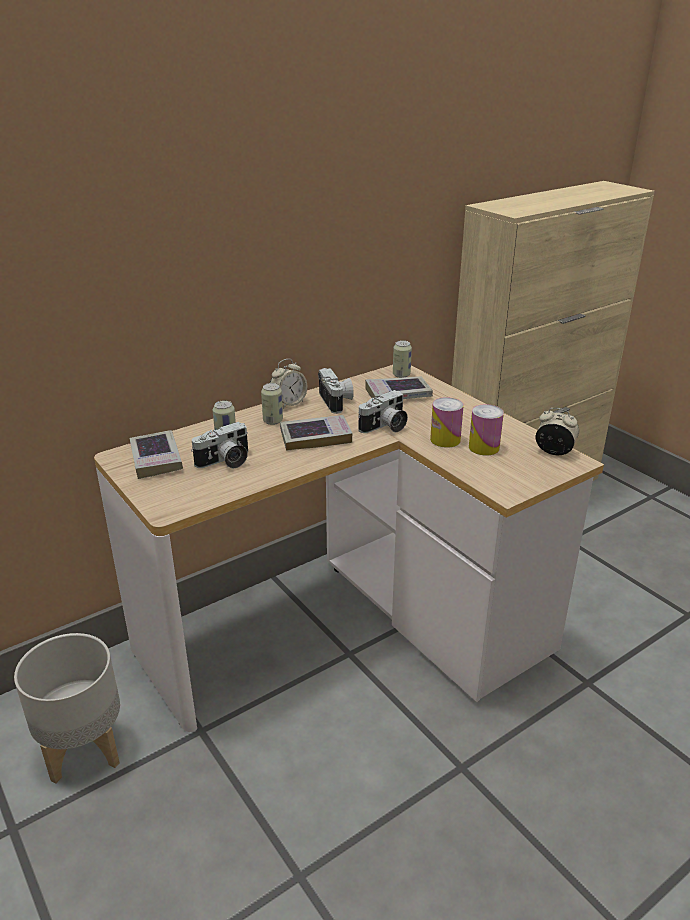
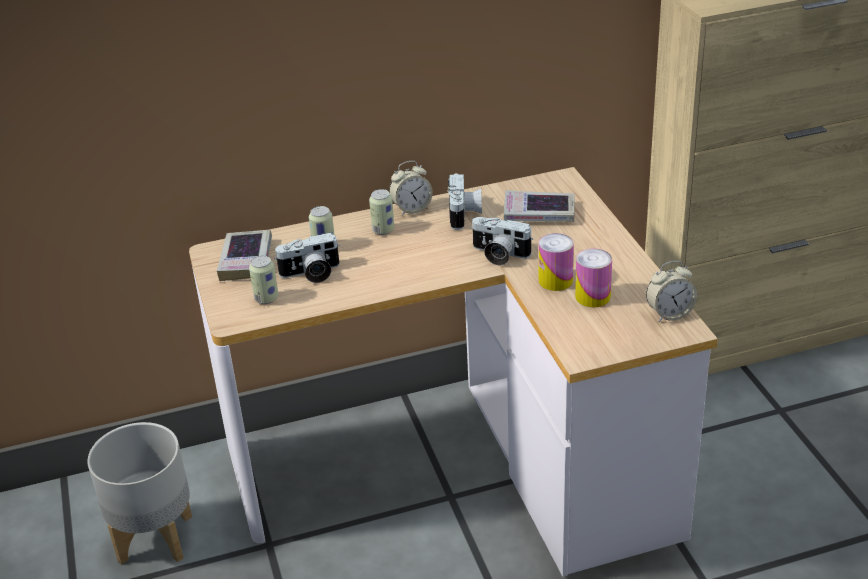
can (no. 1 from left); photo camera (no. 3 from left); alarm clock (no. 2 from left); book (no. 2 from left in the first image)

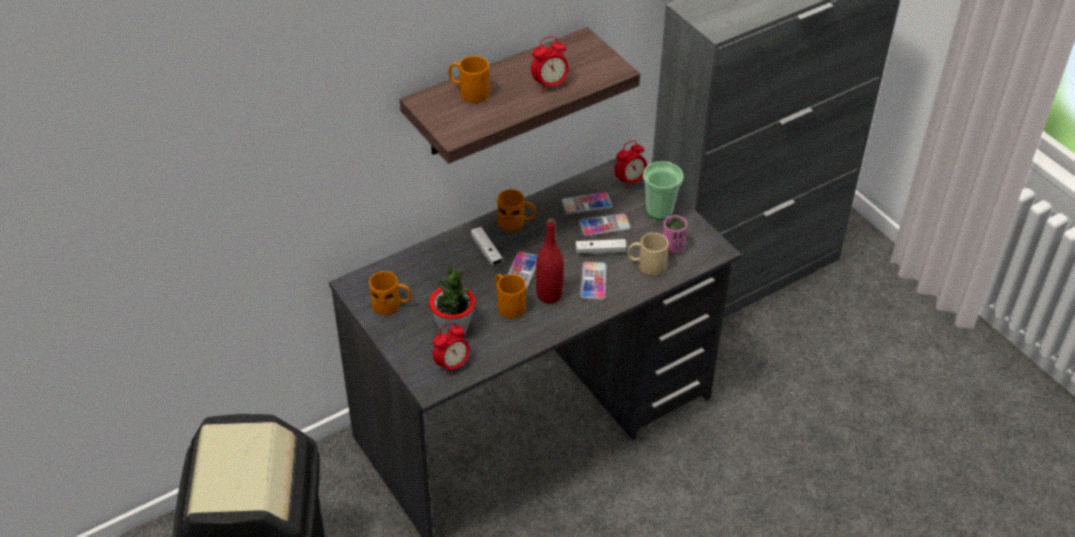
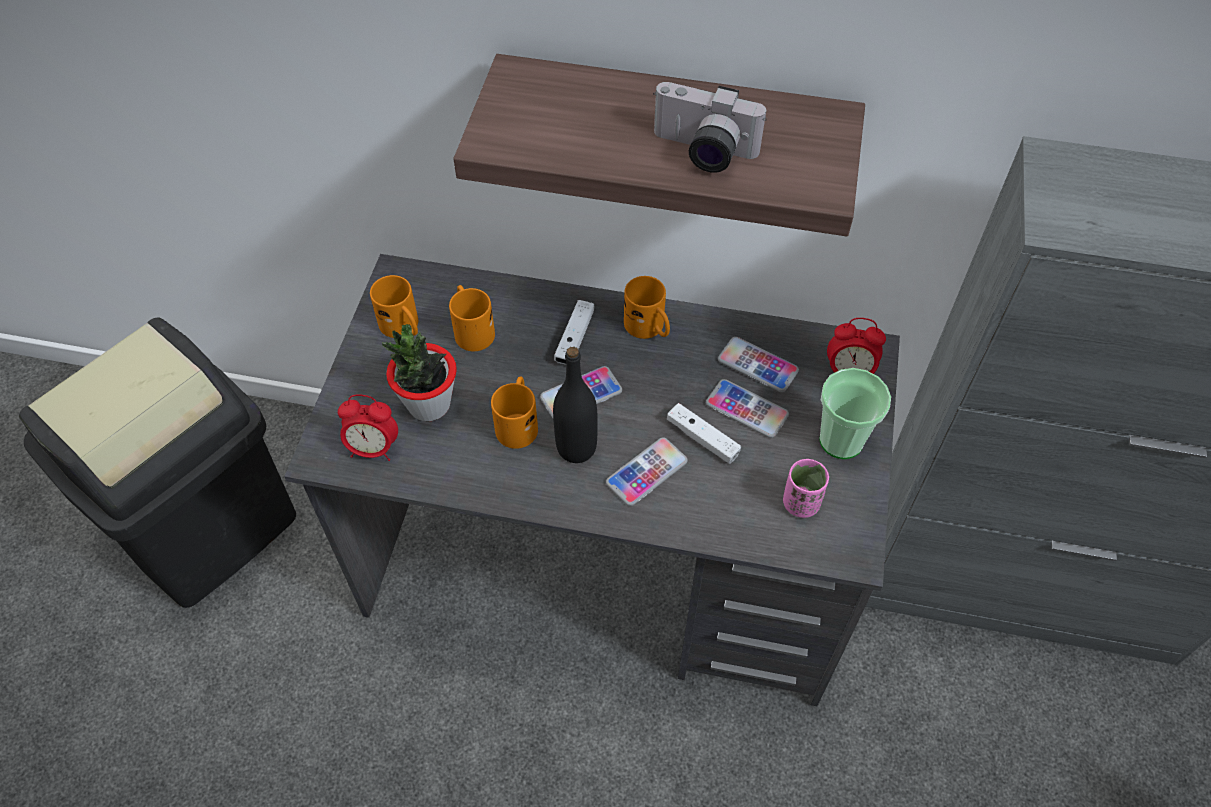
photo camera; mug (orange) (no. 2 from left); bottle (black); mug (beige)

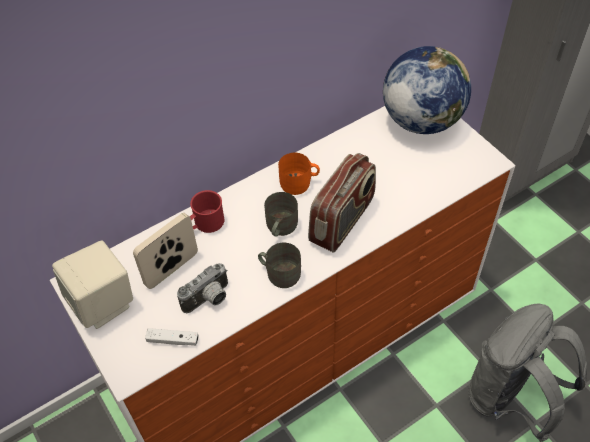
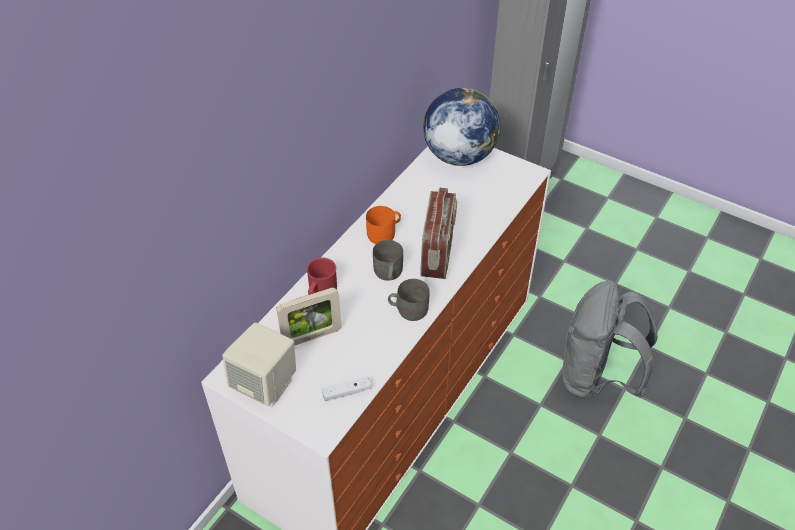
picture frame; photo camera

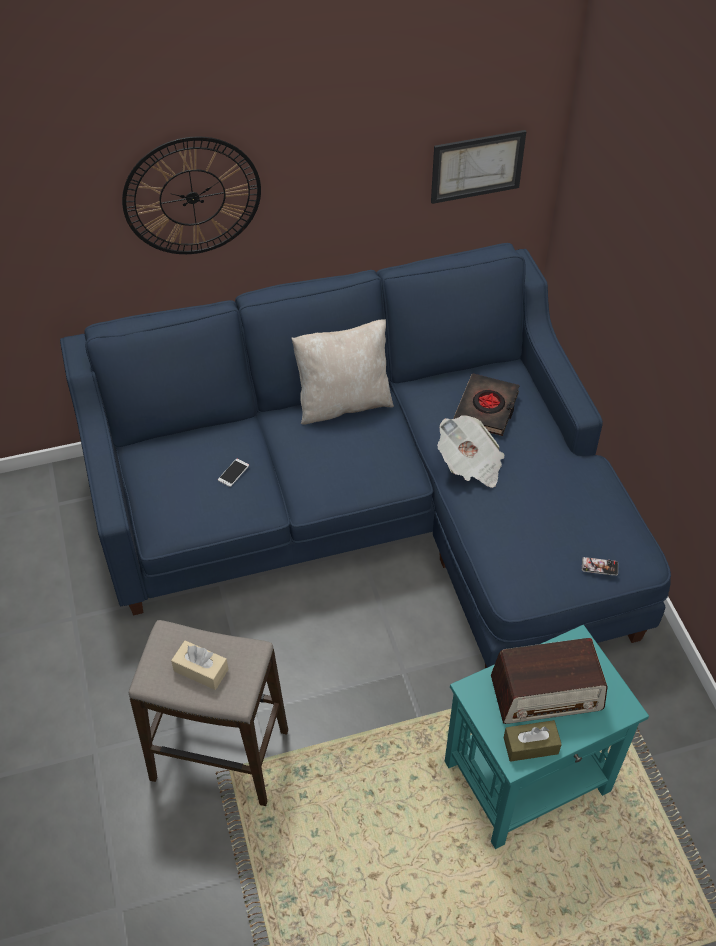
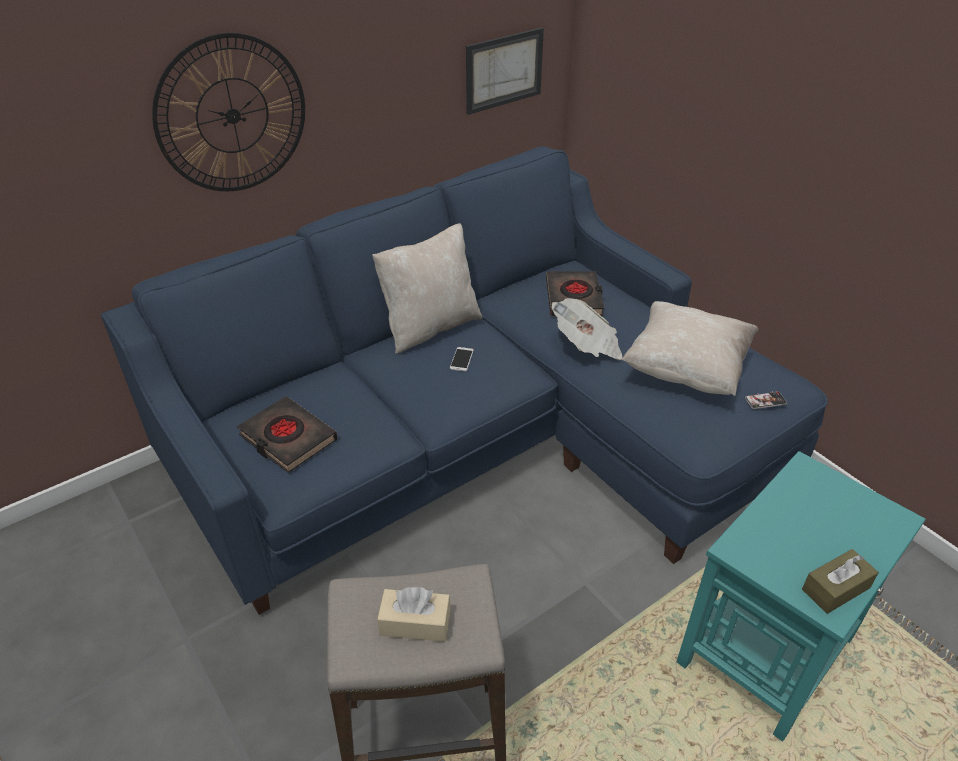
phone (no. 1 from left); radio; pillow (beige) (no. 2 from left); book (black) (no. 1 from left)

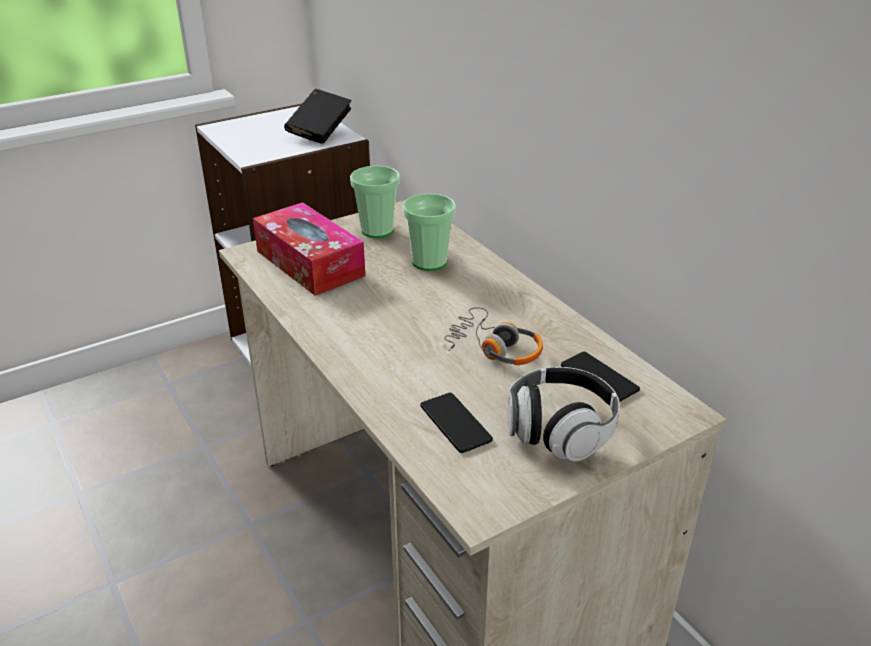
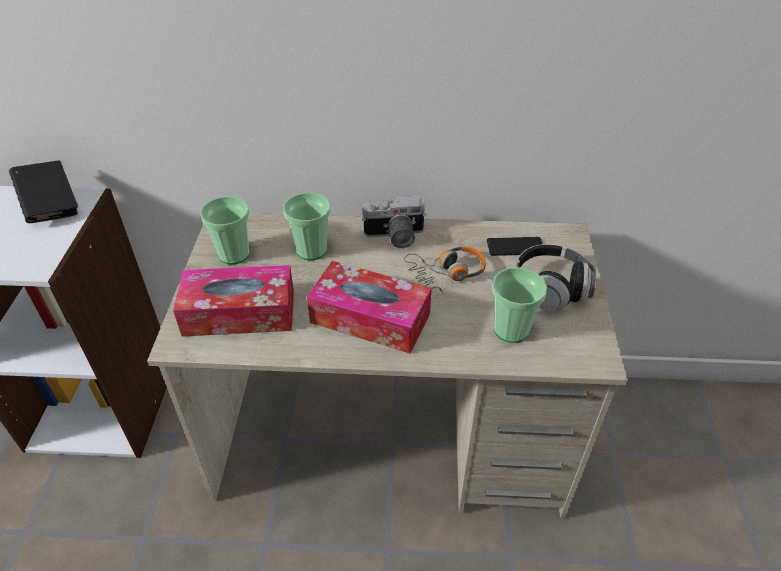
cup (no. 3 from left); photo camera; tissue box (no. 2 from left)

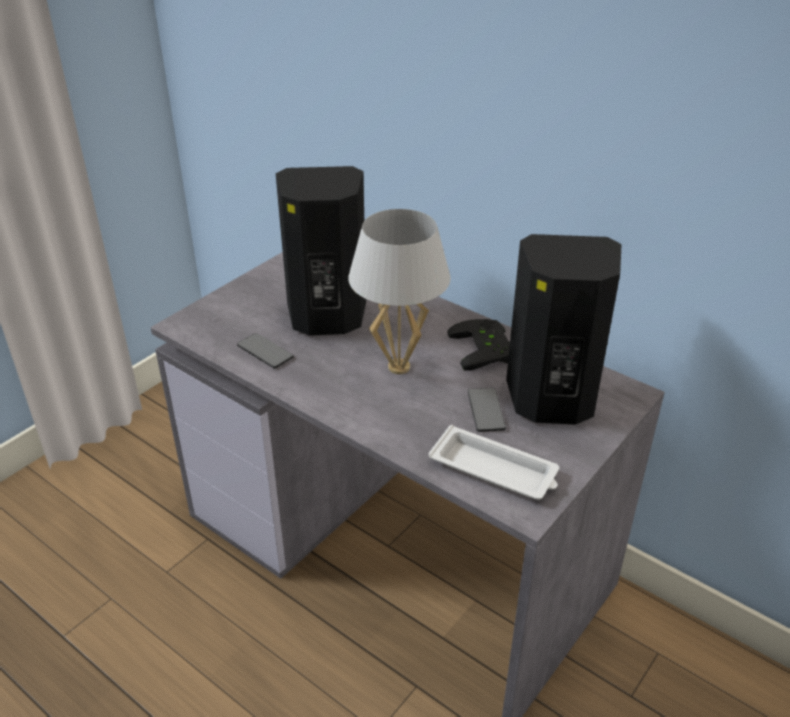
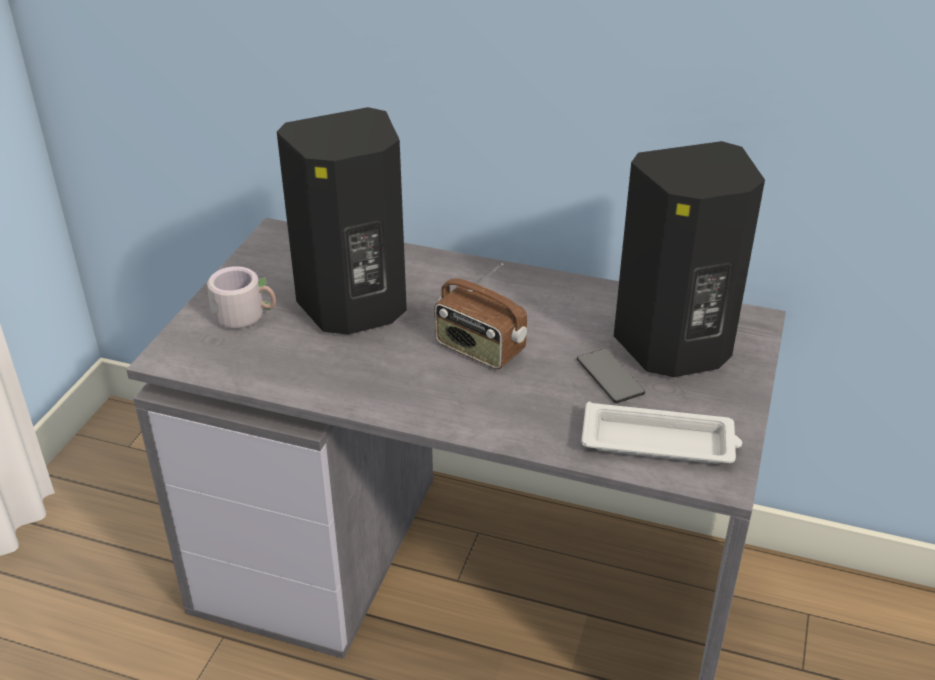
radio; game controller (black); phone (no. 1 from left in the first image); mug (grey)

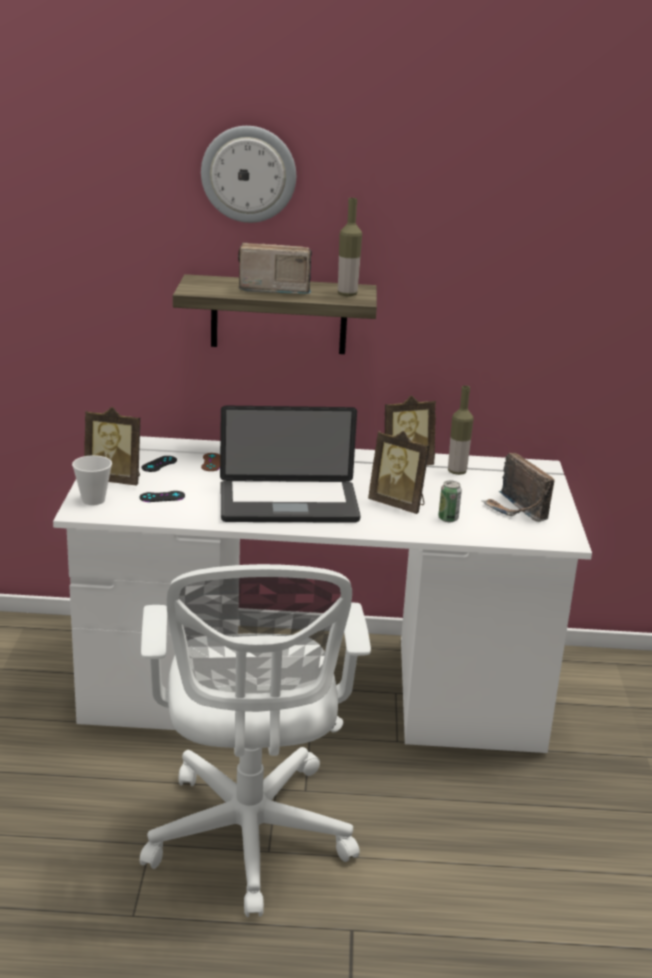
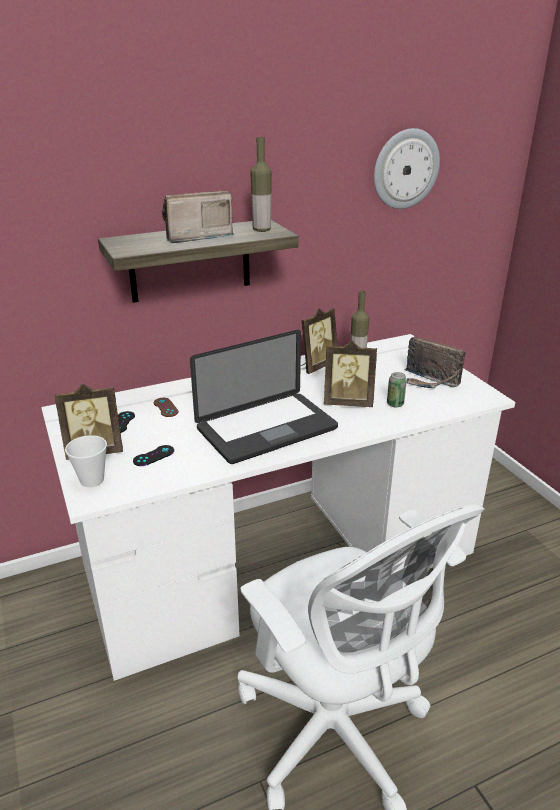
wall clock

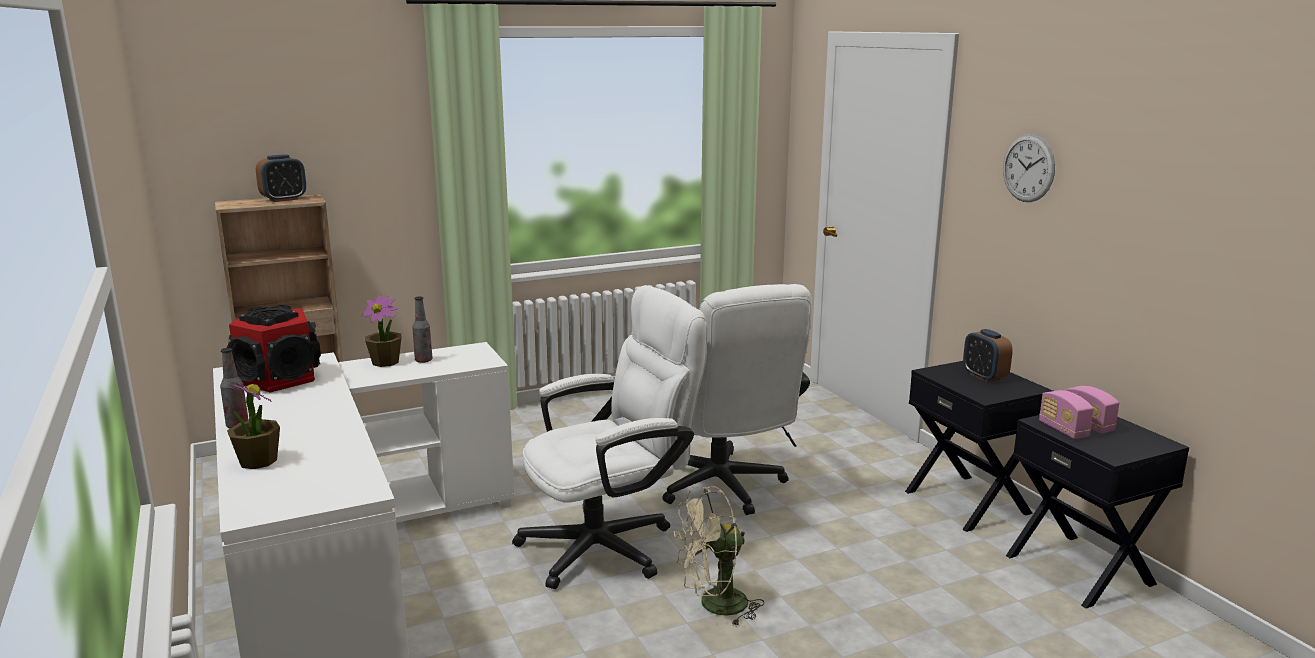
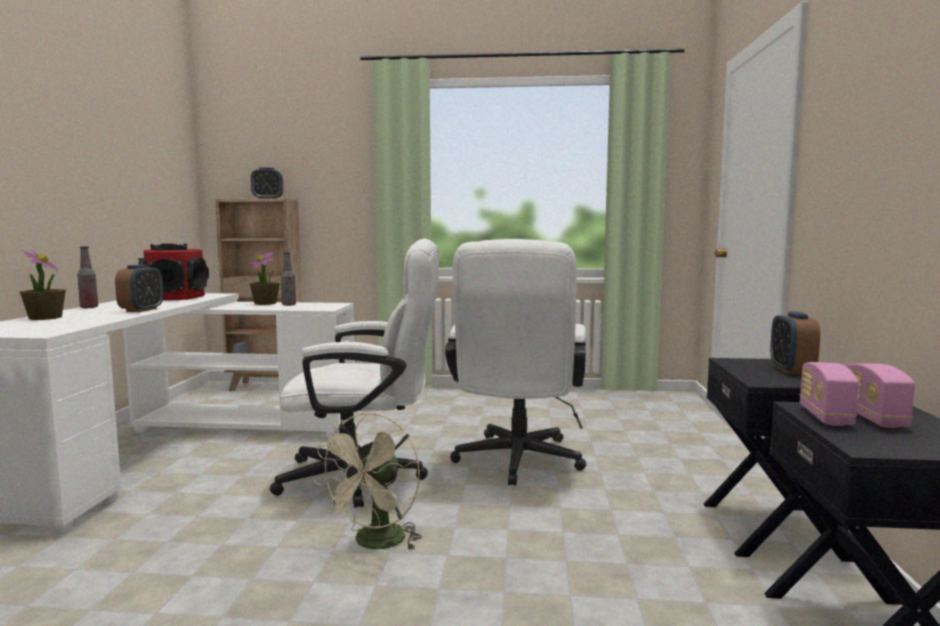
wall clock; fan (beige); alarm clock (no. 1 from left)

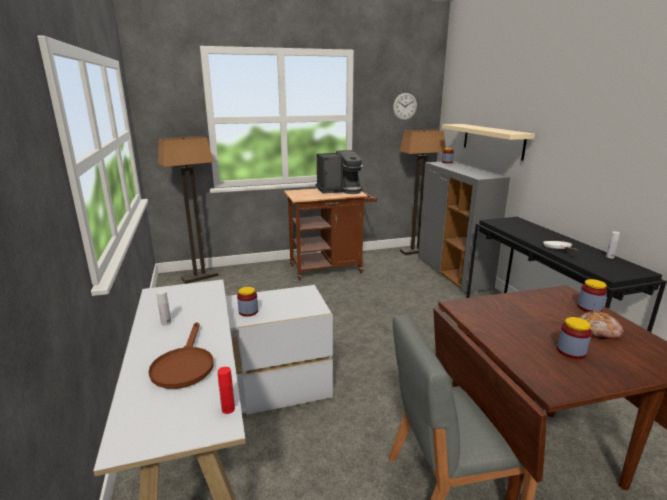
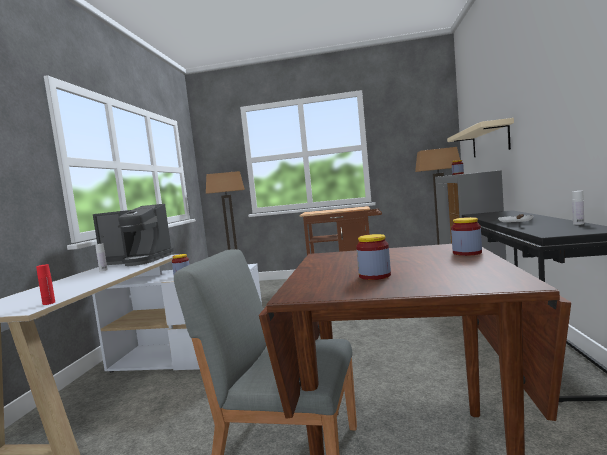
wall clock; coffee machine; bread; frying pan (brown)

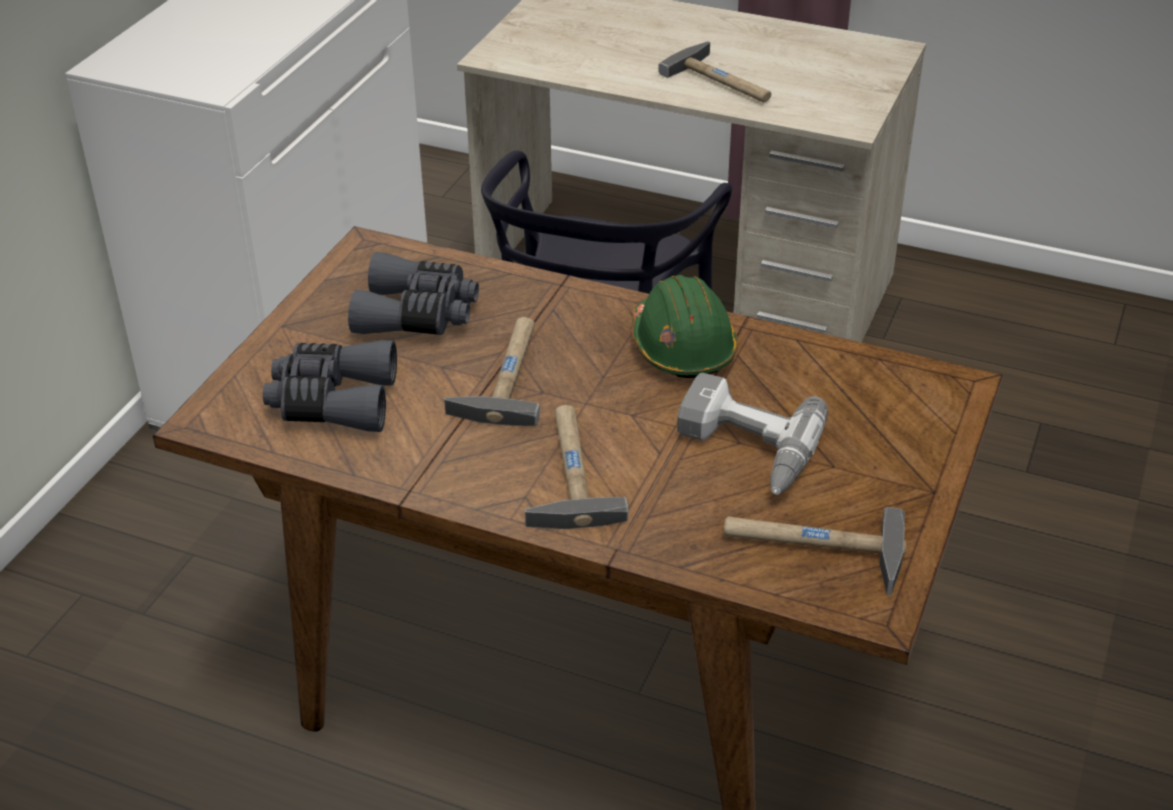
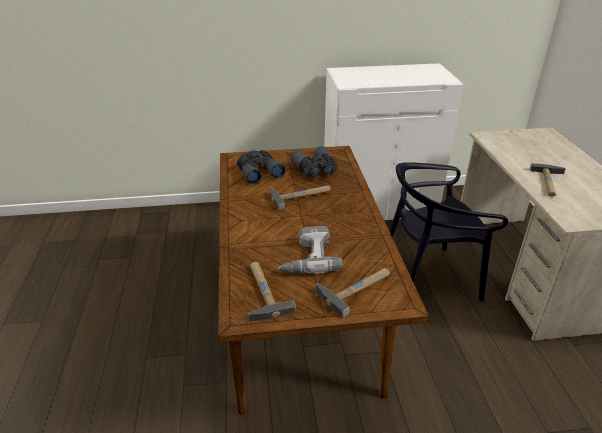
hard hat (green); hammer (no. 3 from left)

